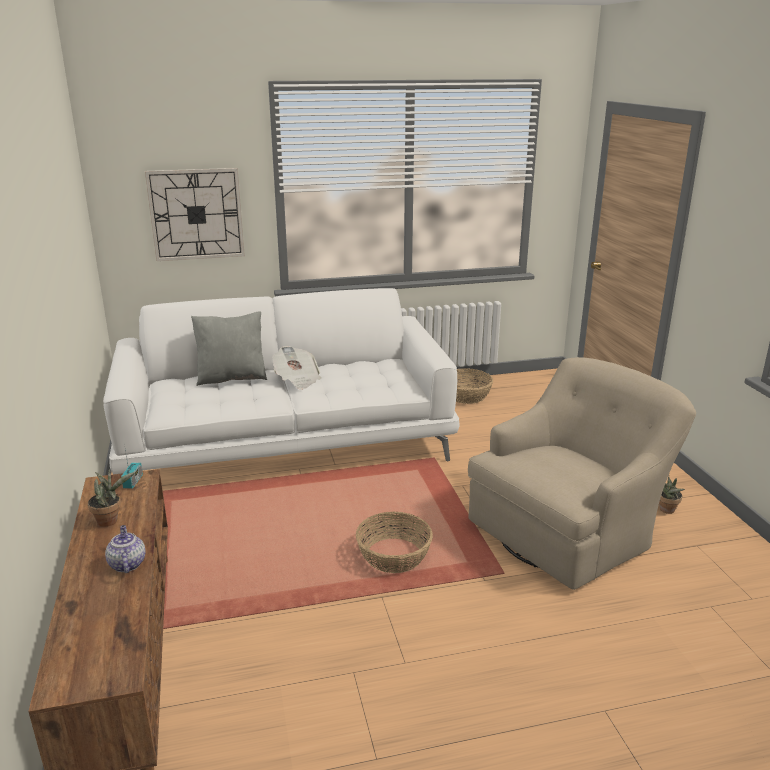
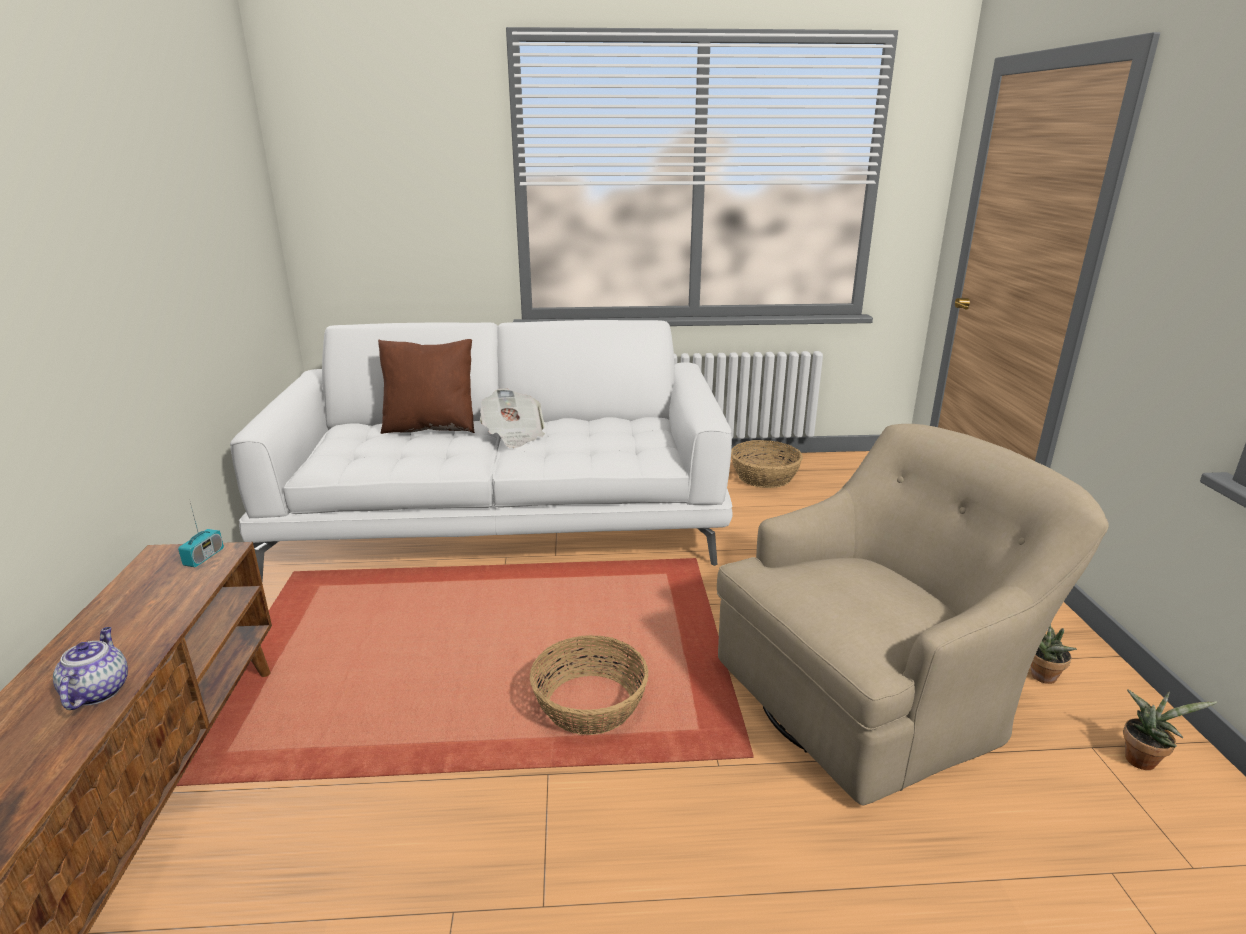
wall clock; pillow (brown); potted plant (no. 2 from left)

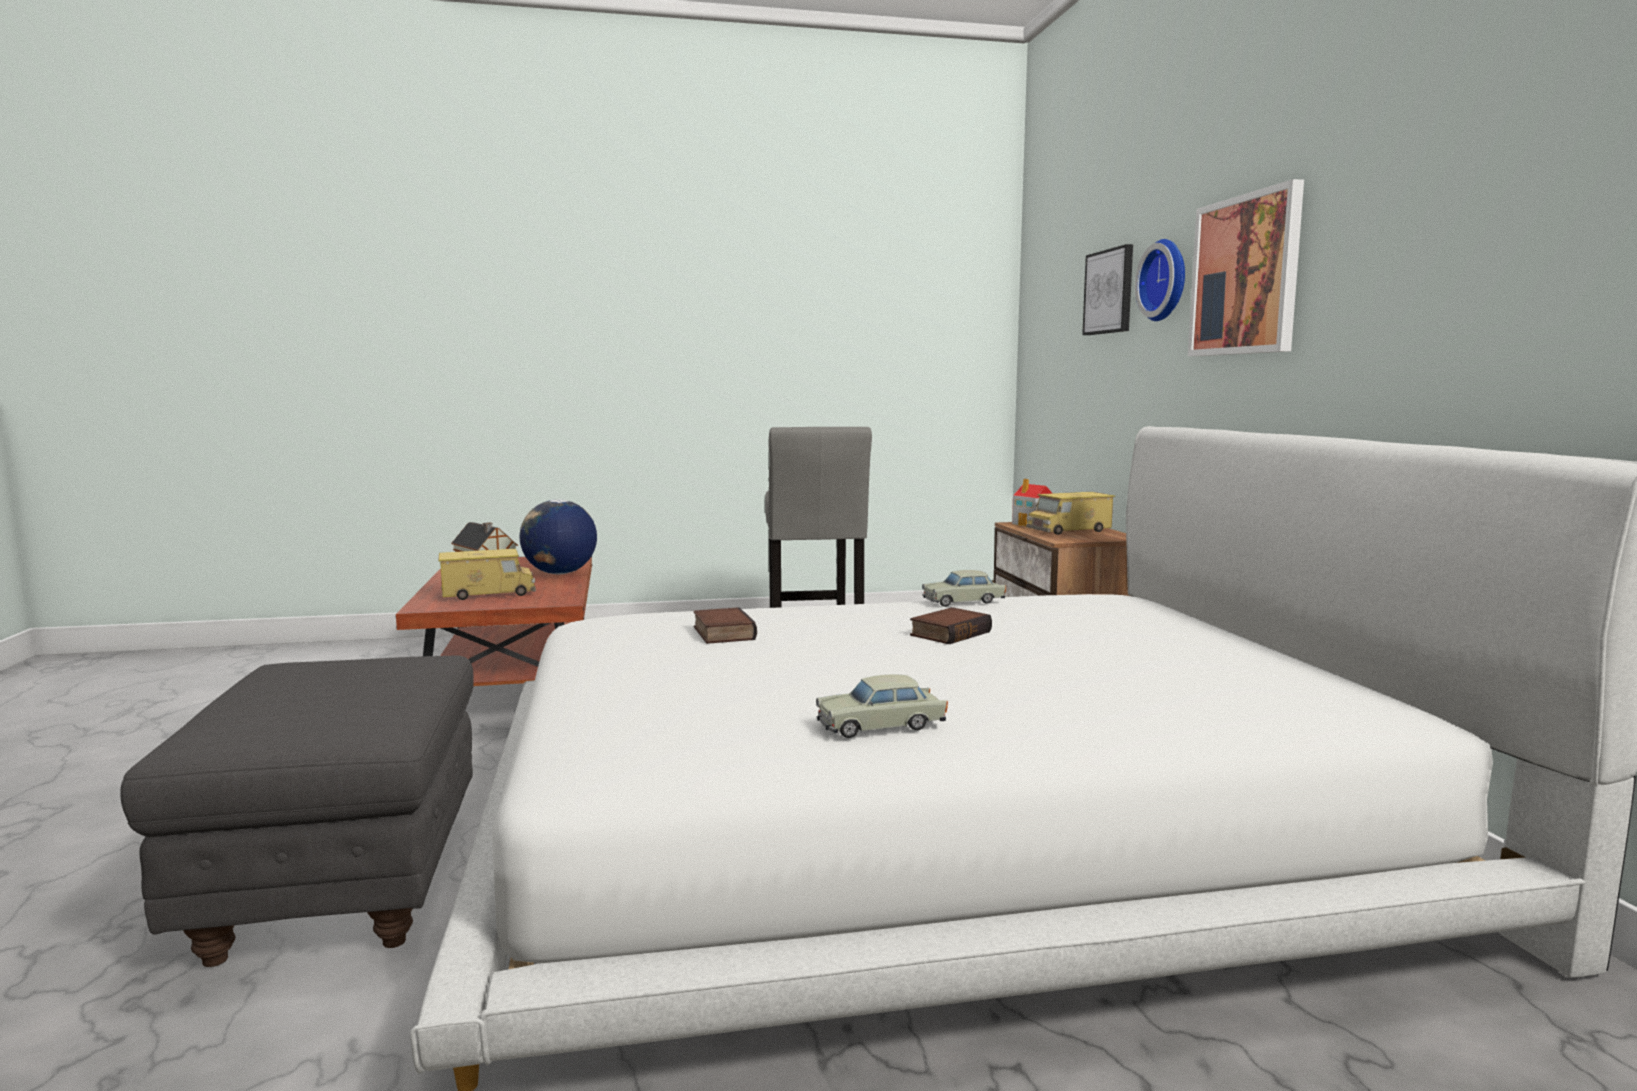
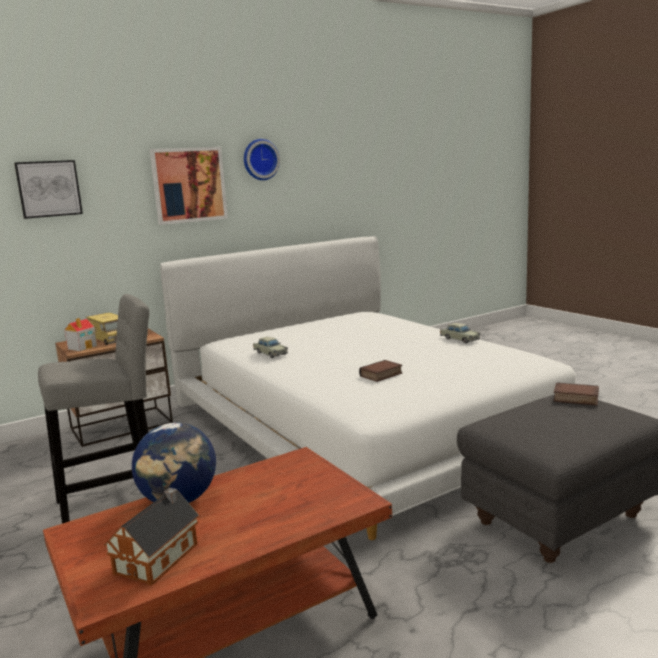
wall clock; toy truck (no. 1 from left in the first image); book (no. 2 from left)

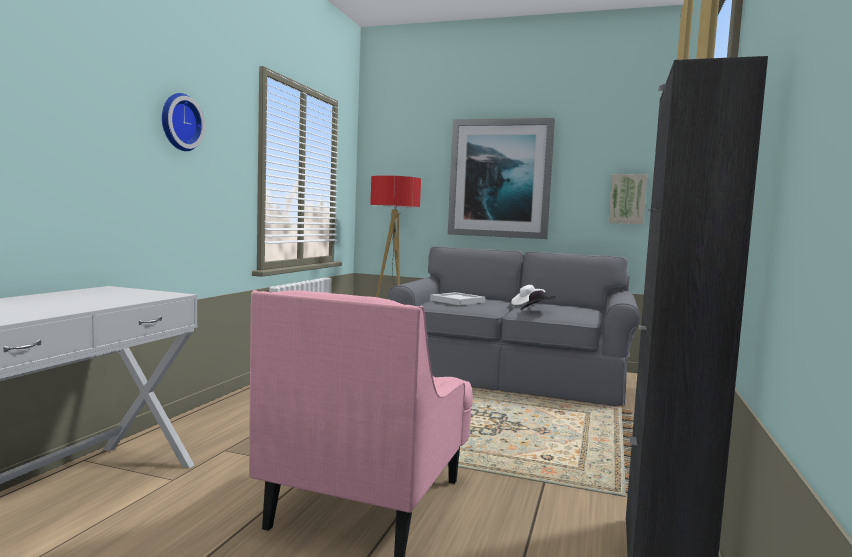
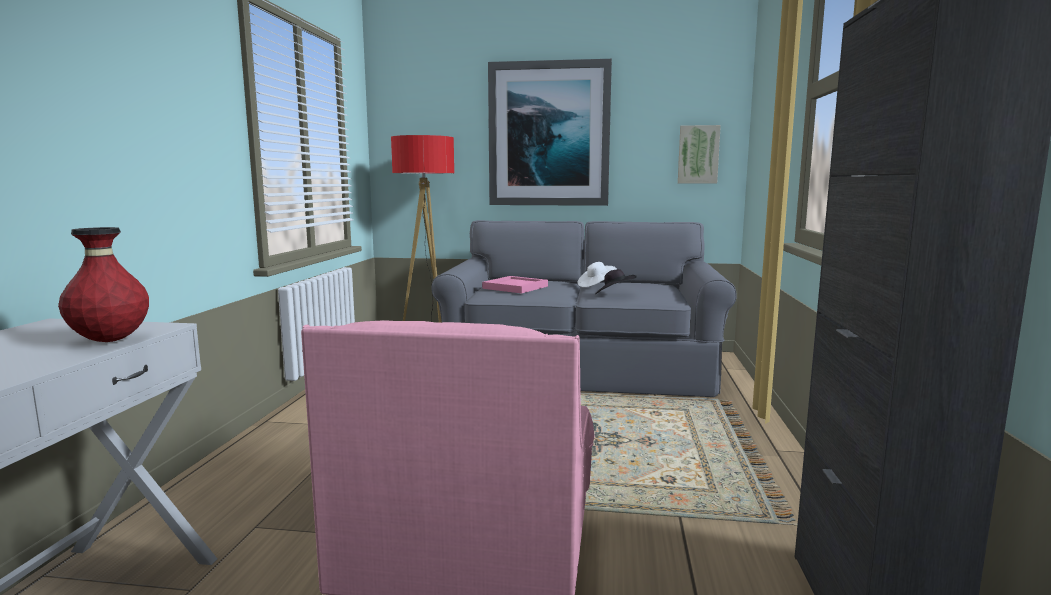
wall clock; tray (pink); vase (red)

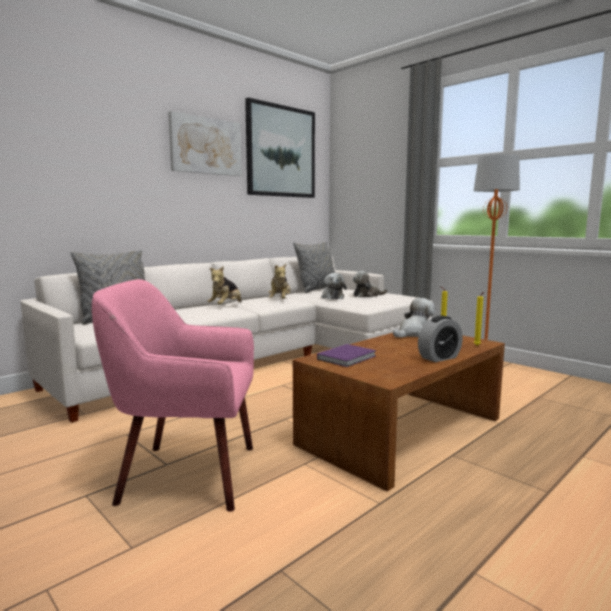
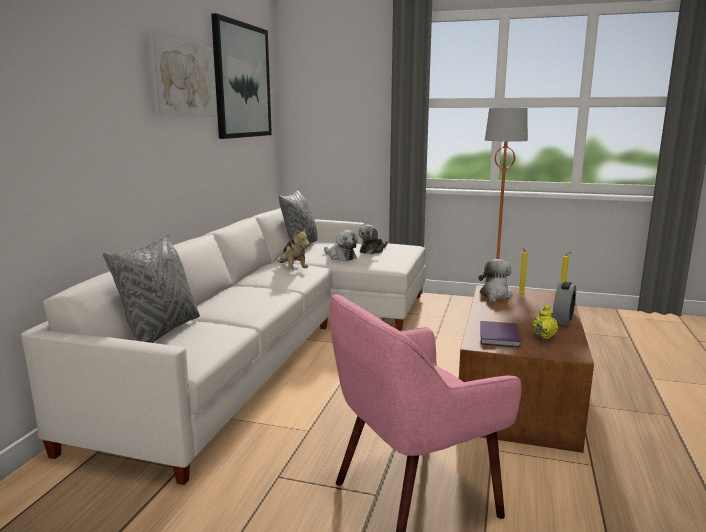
plush toy (no. 1 from left in the first image); teapot (yellow)

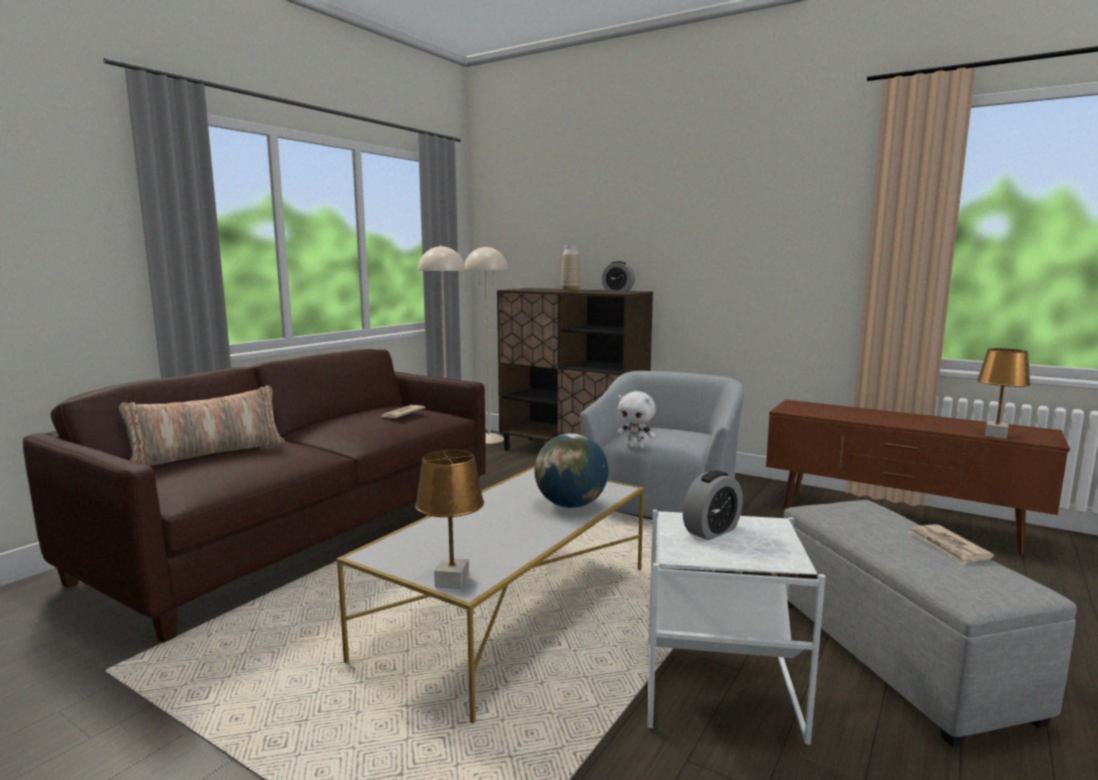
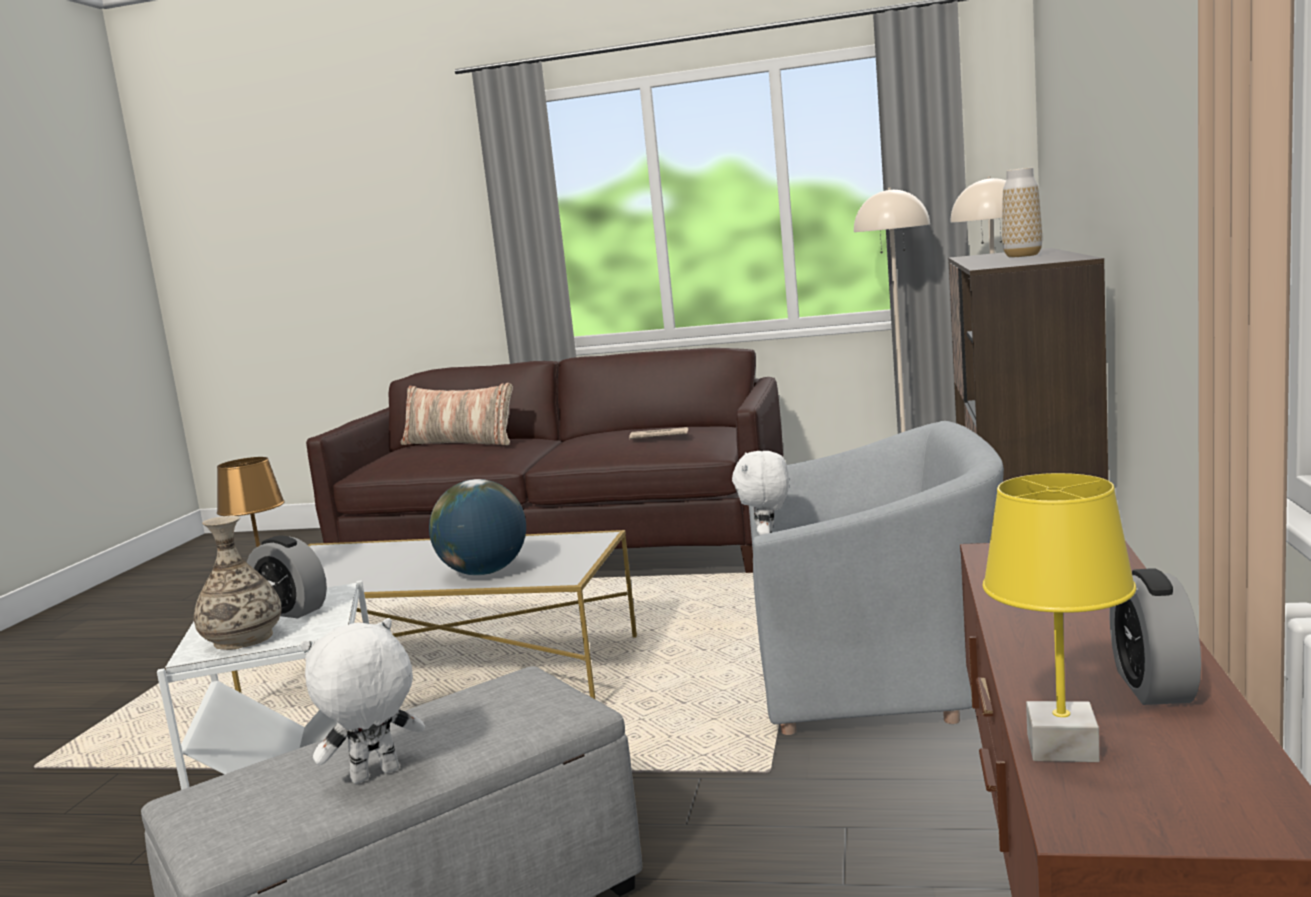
alarm clock (no. 2 from left); table lamp (yellow); plush toy (white) (no. 1 from left); vase (no. 1 from left)

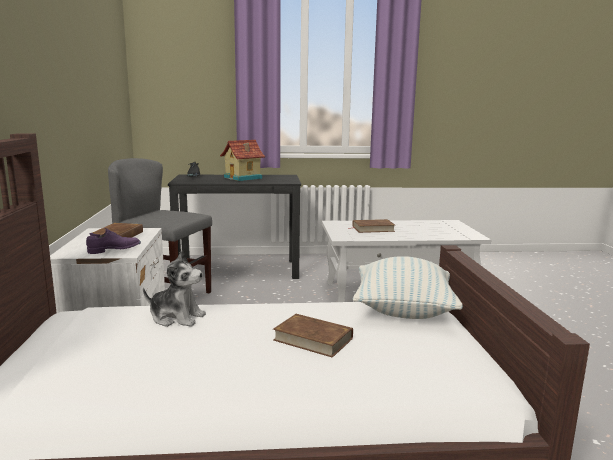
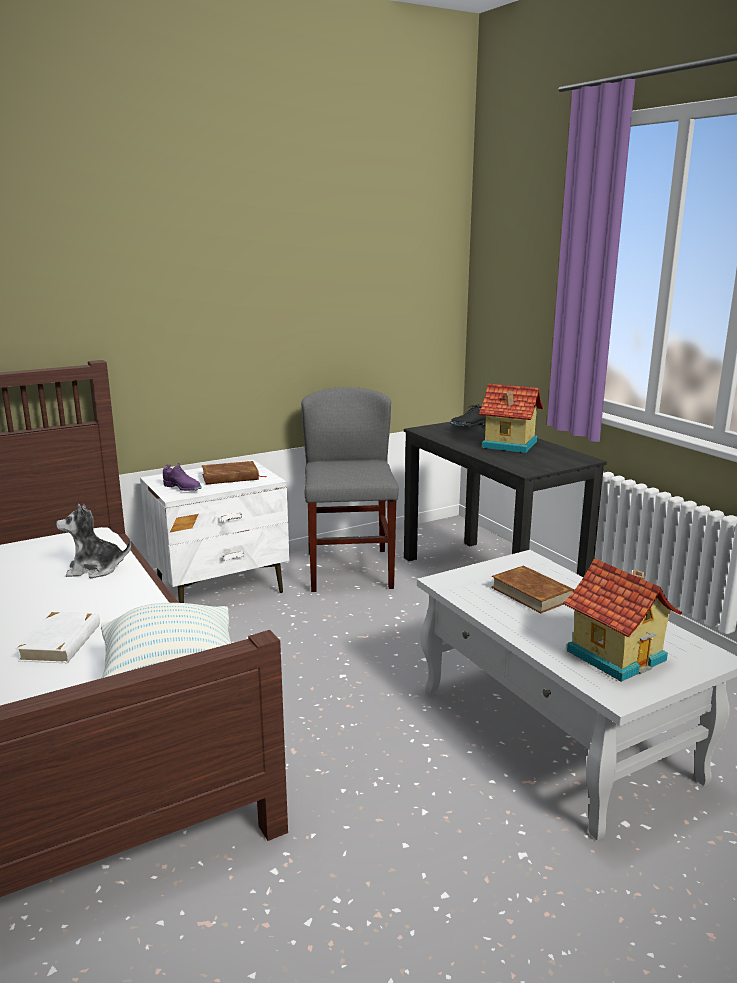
plush toy; book (white); toy house (no. 2 from left)

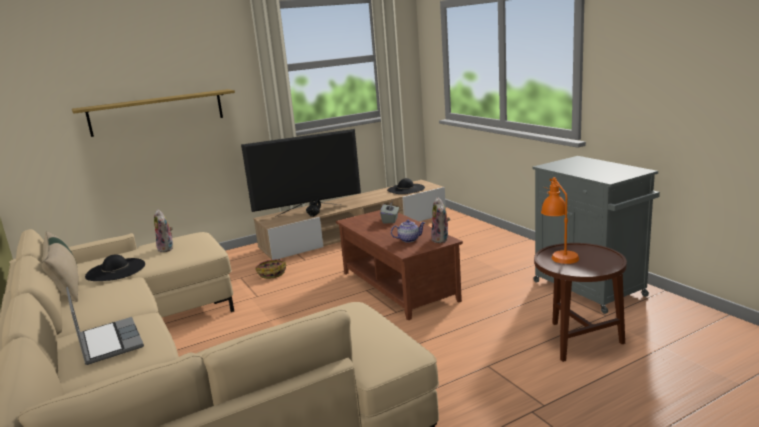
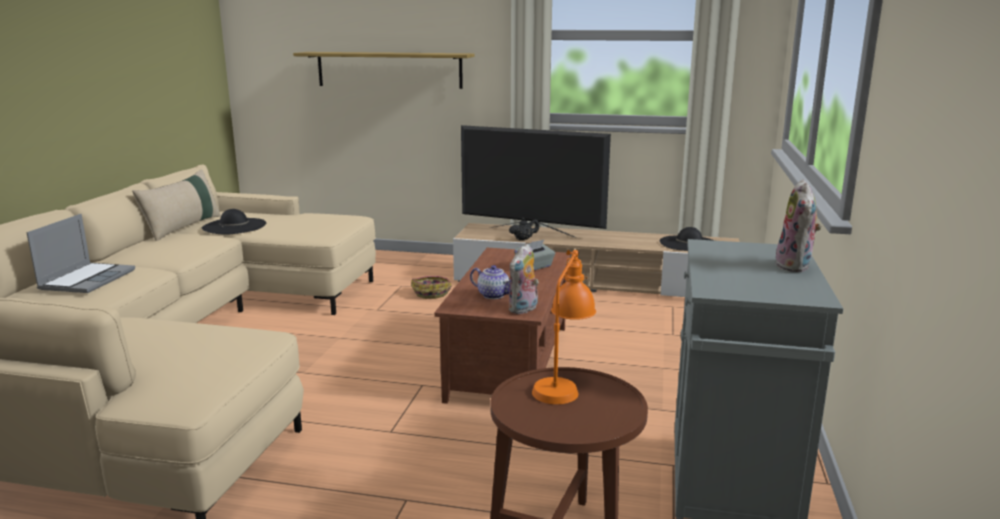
plush toy (no. 2 from left)

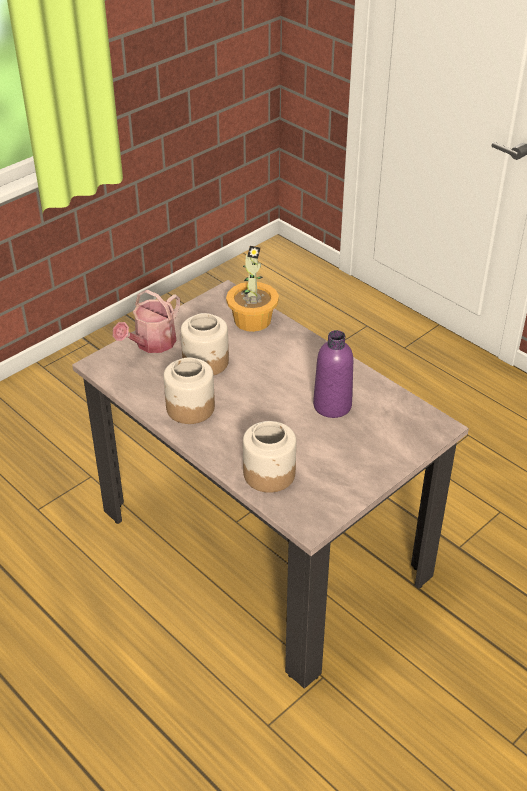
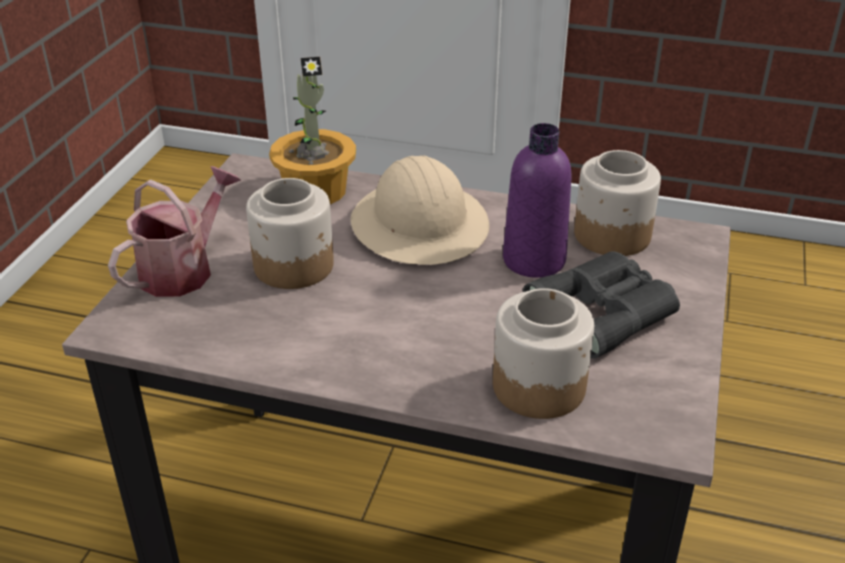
watering can; jar (no. 3 from left); hard hat (beige); binoculars (grey)

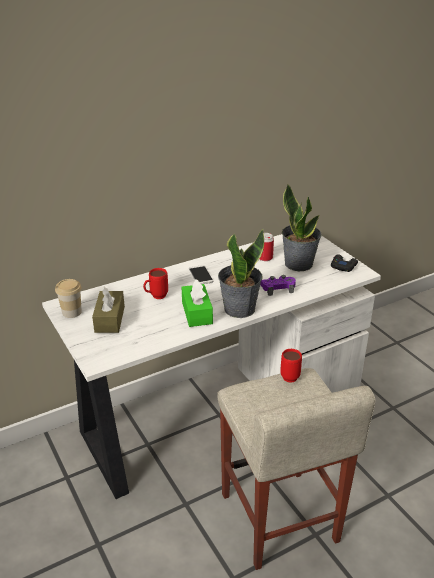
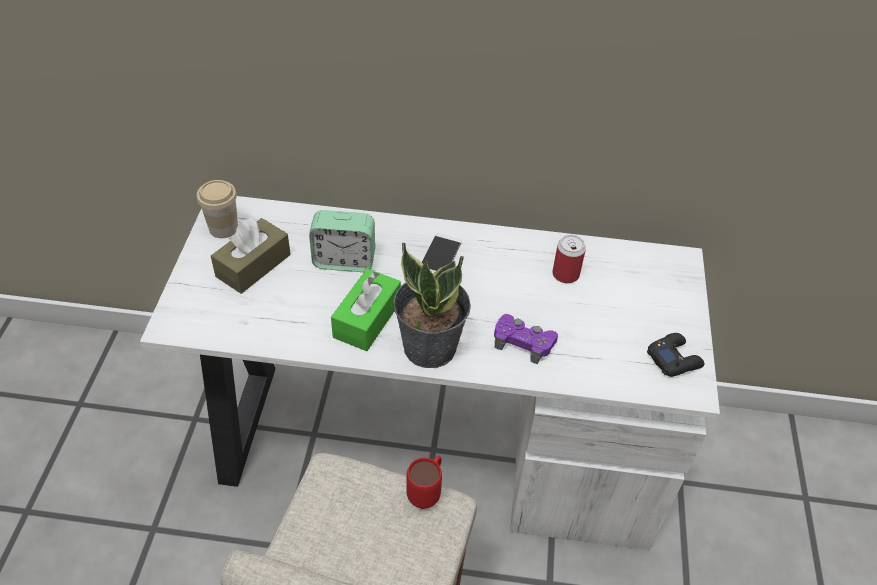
potted plant (no. 2 from left in the first image); alarm clock

